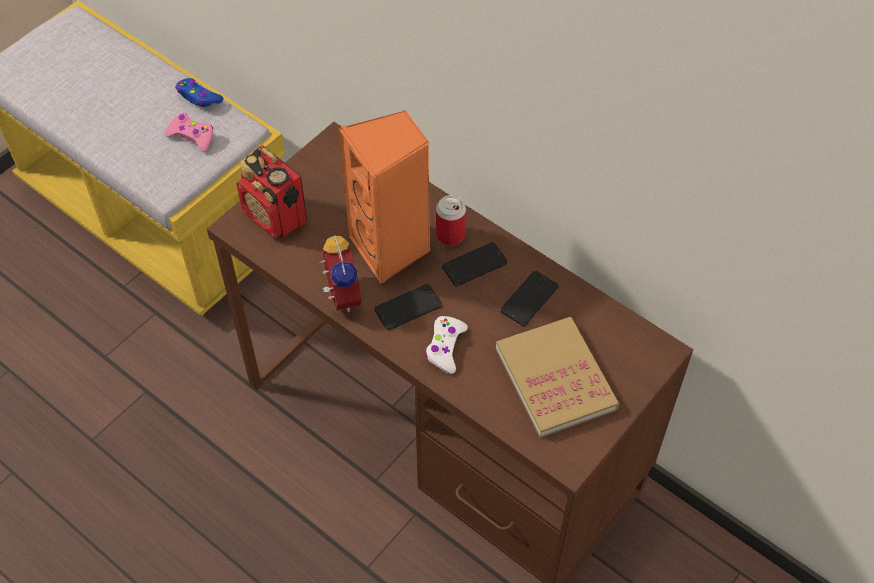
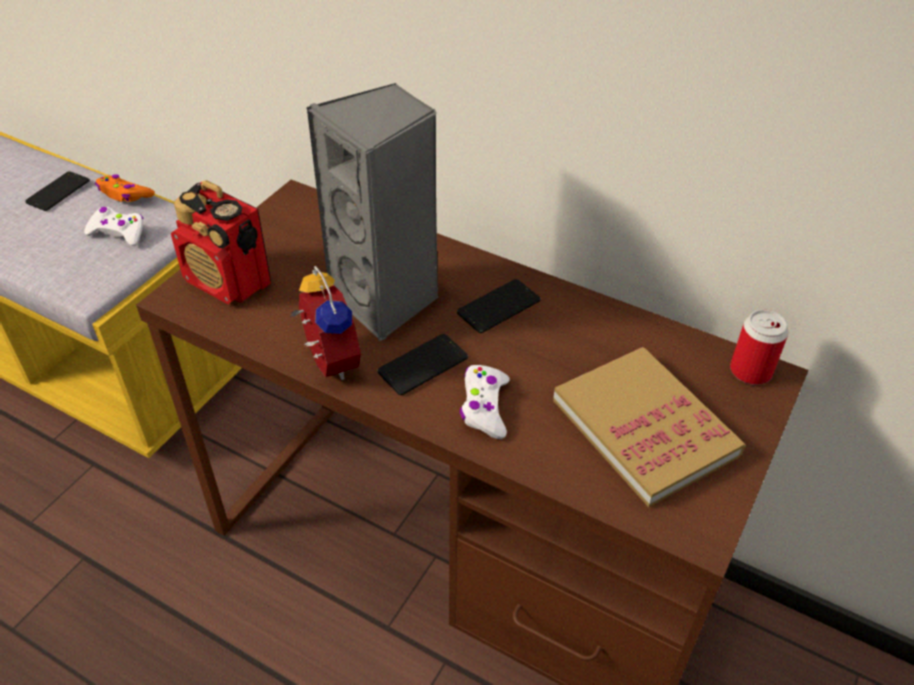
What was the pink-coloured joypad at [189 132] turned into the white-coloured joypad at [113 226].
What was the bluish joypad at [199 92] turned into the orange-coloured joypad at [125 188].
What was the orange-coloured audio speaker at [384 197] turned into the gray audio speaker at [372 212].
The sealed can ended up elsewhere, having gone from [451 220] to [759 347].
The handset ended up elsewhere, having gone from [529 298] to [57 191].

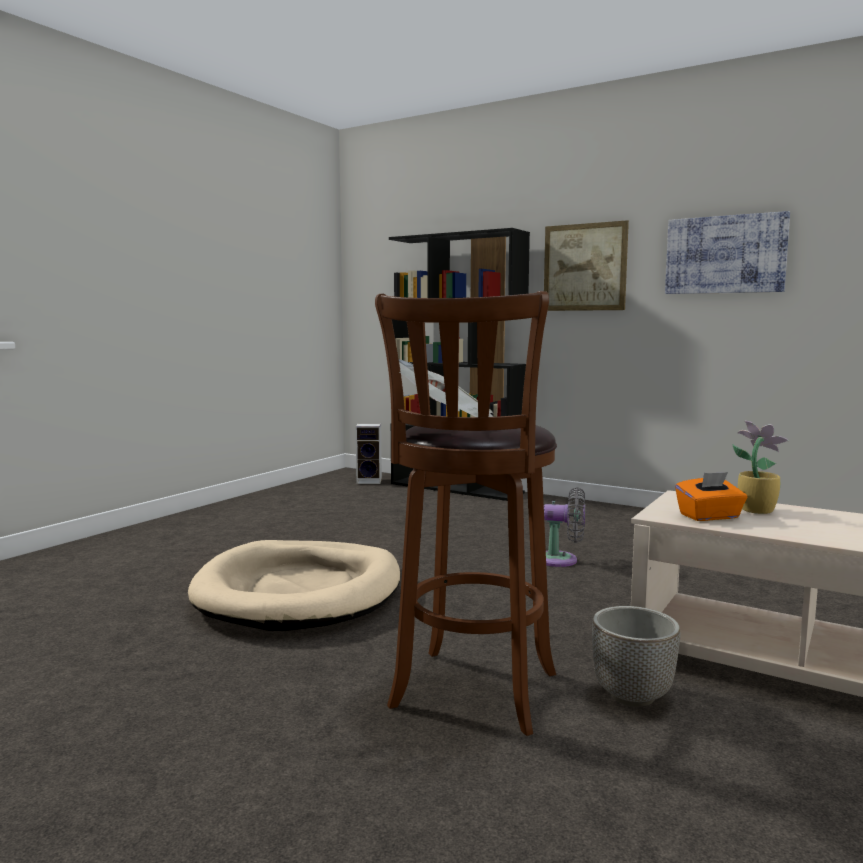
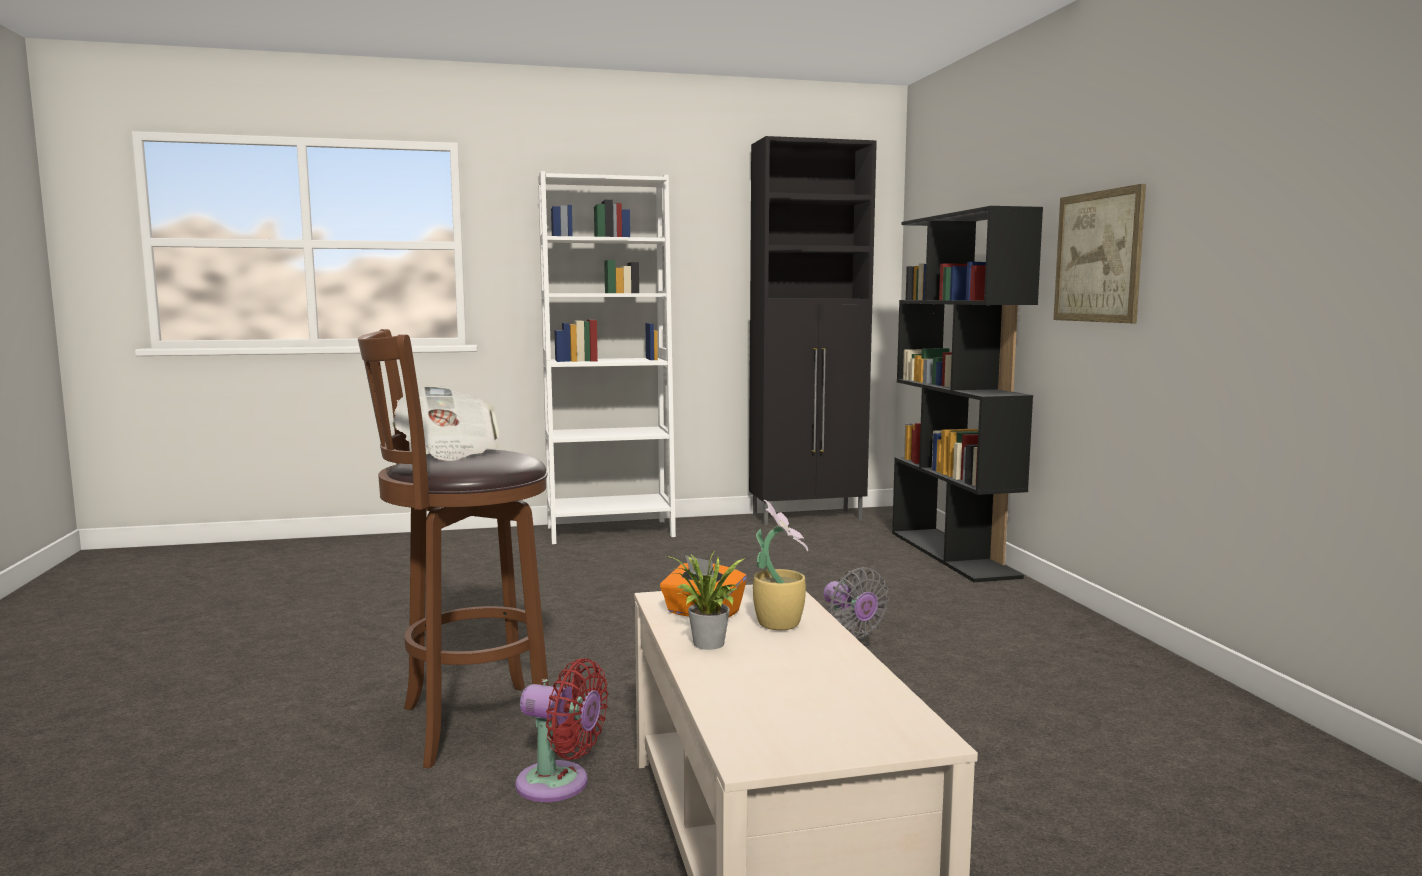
The second view lost the beige dog cushion at [294 585].
The second view lost the audio speaker at [369 453].
Where the plant pot stood at [636 656], the reddish electric fan came to stand at [561 730].
The second view lost the wall picture at [727 252].
The second view gained the white-coloured shelving unit at [607 357].
The second view gained the houseplant at [705 601].
The second view gained the blackish storage cabinet at [813 331].

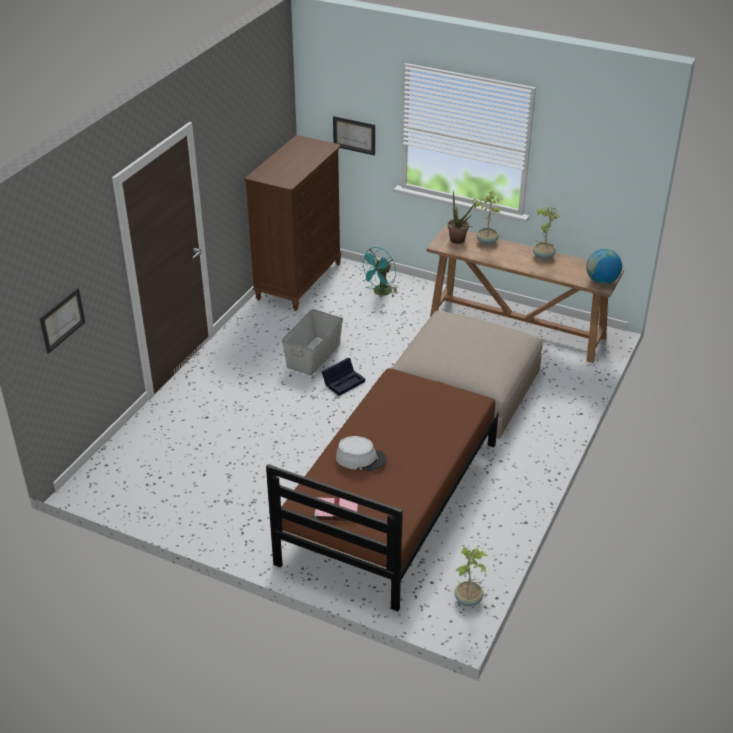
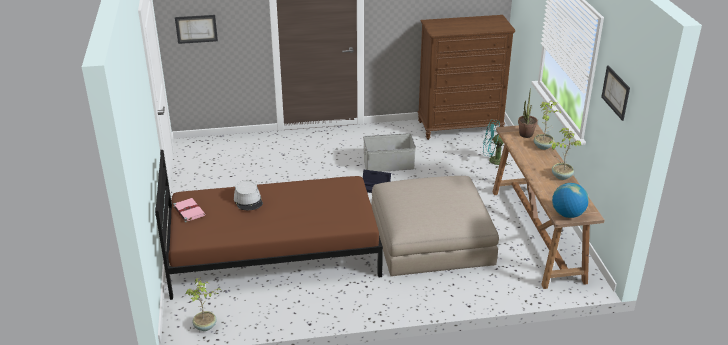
The wall picture ended up elsewhere, having gone from [354 136] to [615 93].

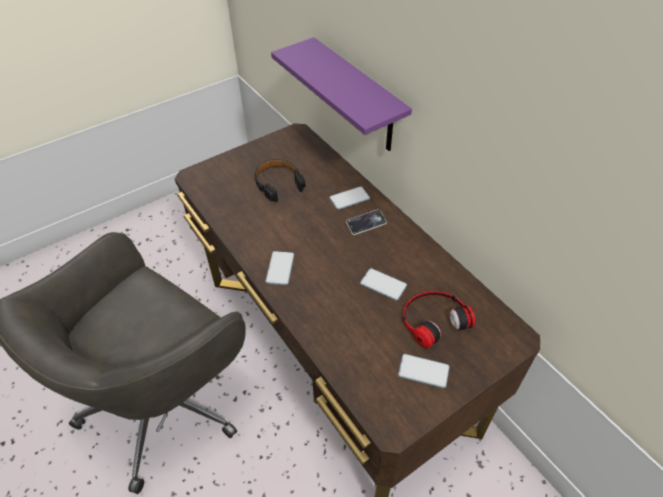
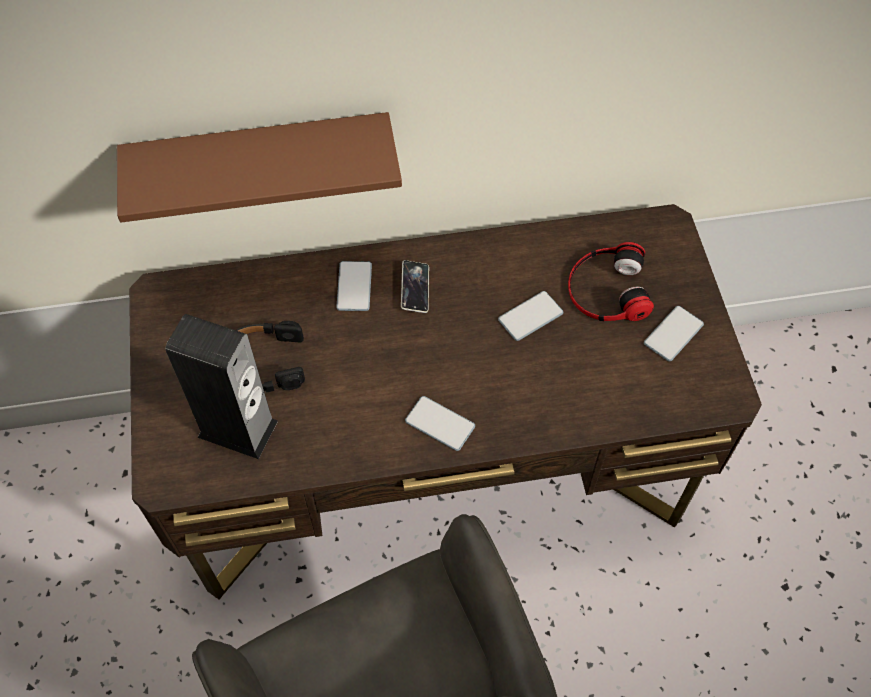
What was the purplish wall shelf at [341 94] turned into the brownish wall shelf at [259 167].
The second view gained the audio speaker at [222 386].

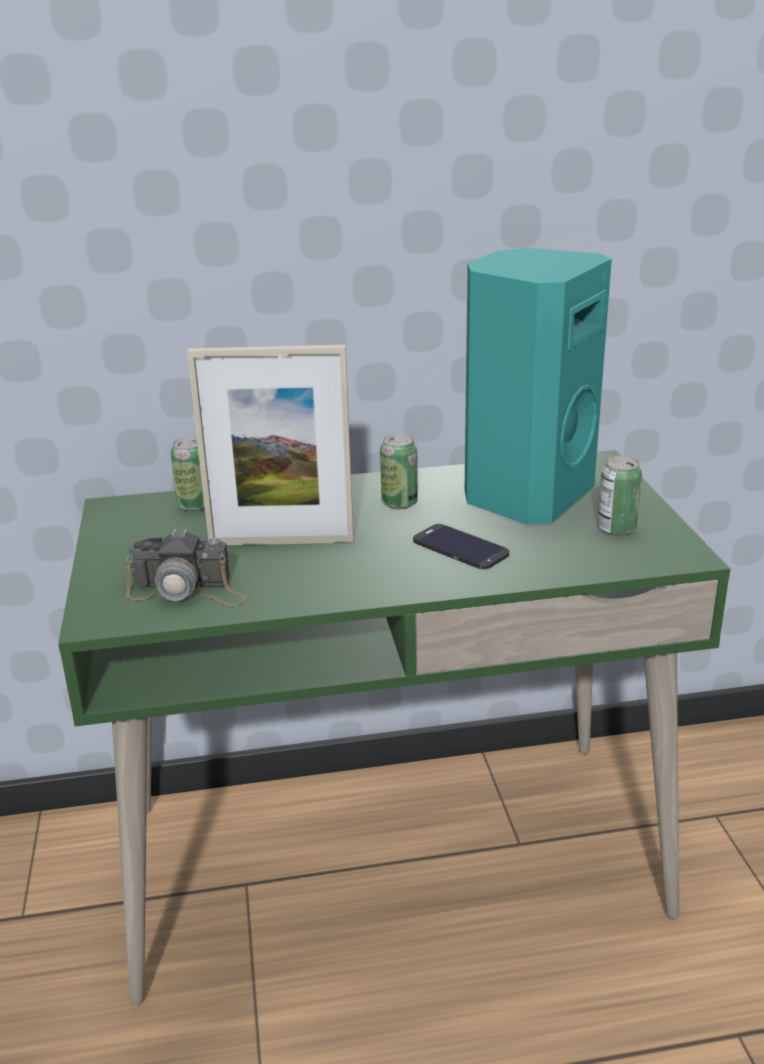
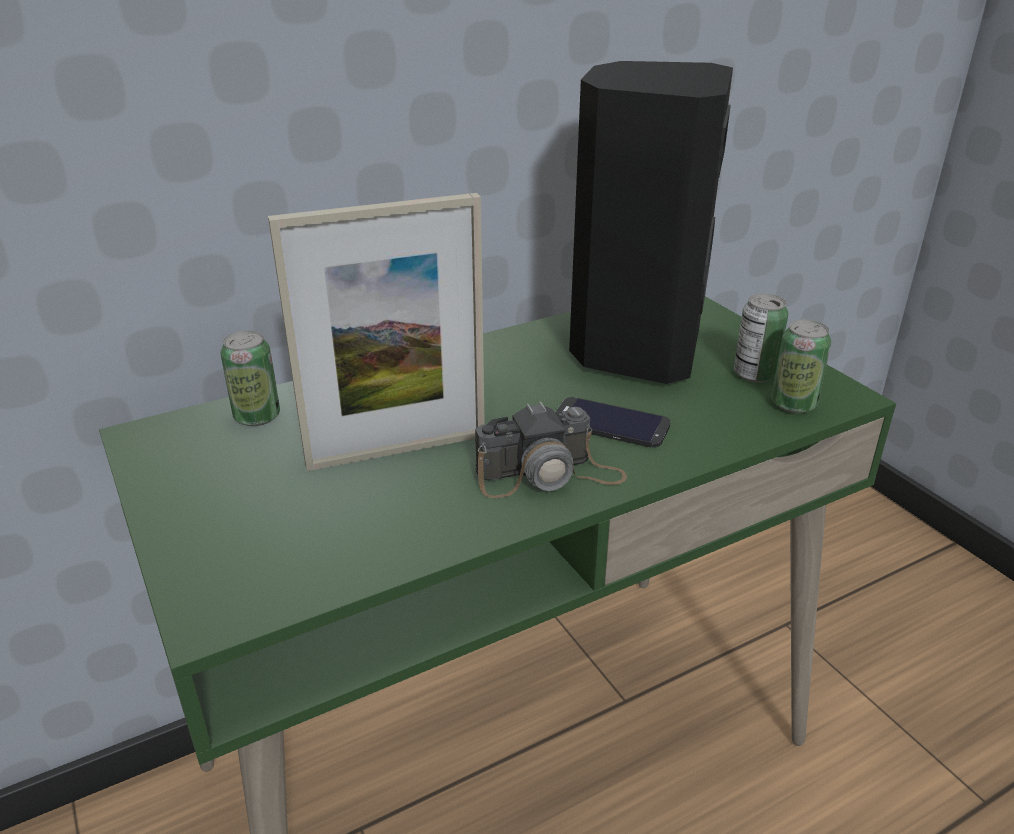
The still camera ended up elsewhere, having gone from [186 567] to [551 450].
The sealed can ended up elsewhere, having gone from [399 471] to [801 366].
What was the turquoise audio speaker at [538 386] turned into the blackish audio speaker at [651 222].

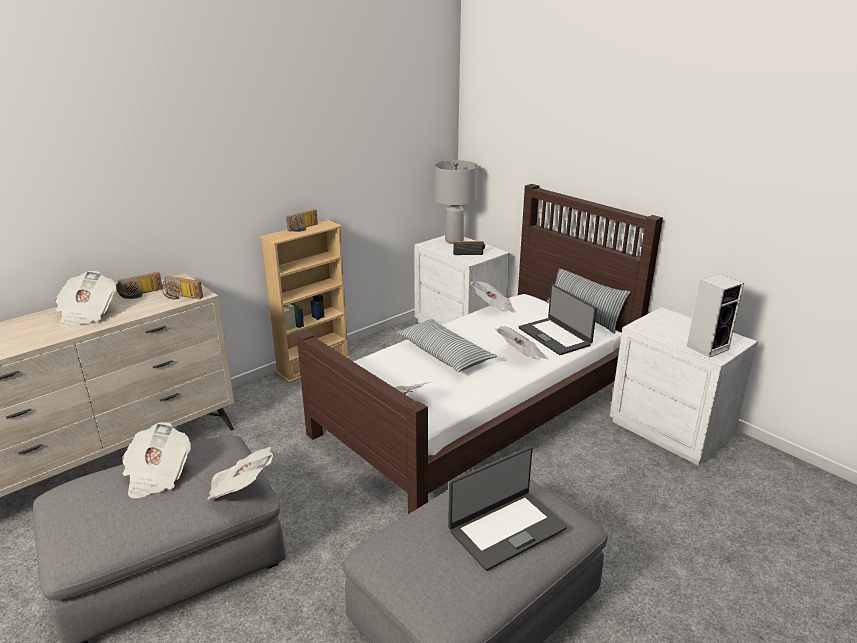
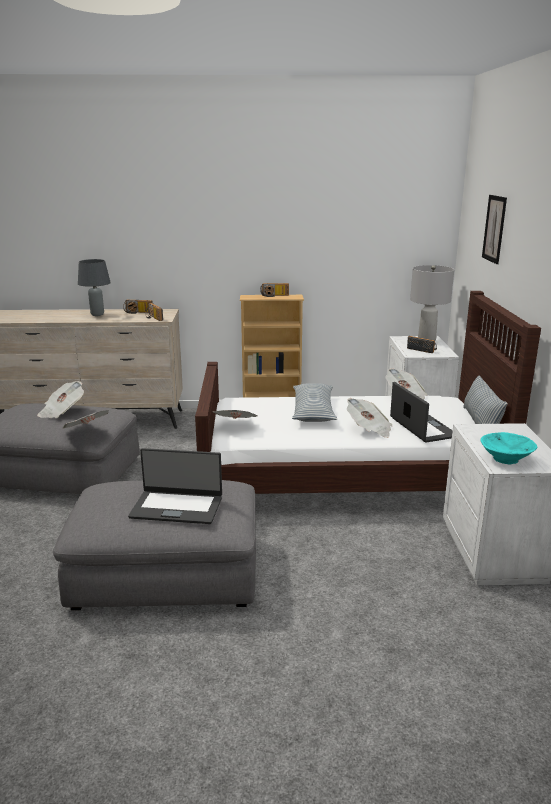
Where the printed paper stood at [85 299], the gray table lamp came to stand at [94 287].
The portable computer at [558 319] ended up facing another way, 150 degrees clockwise from before.
Where the audio speaker stood at [715 316], the turquoise serving bowl came to stand at [509 448].
The second view gained the wall picture at [494 229].

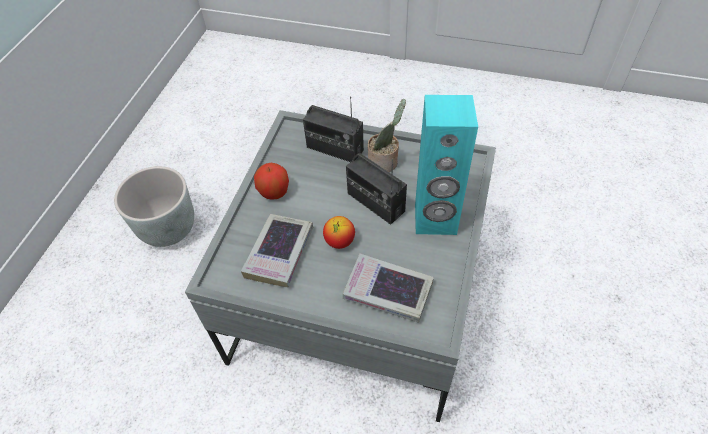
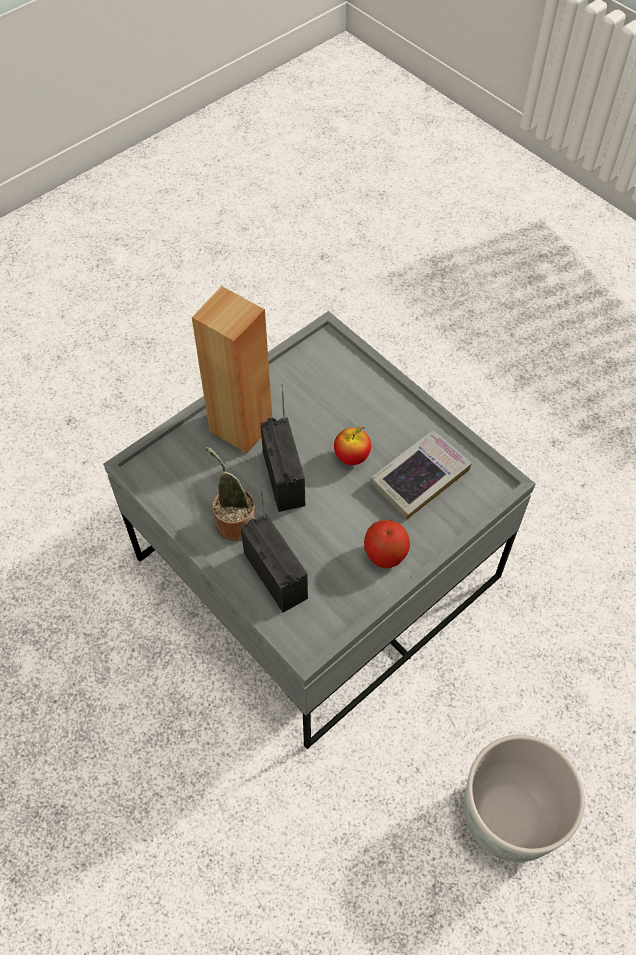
The second view lost the volume at [388 288].
What was the turquoise audio speaker at [446 165] turned into the brownish audio speaker at [232 370].

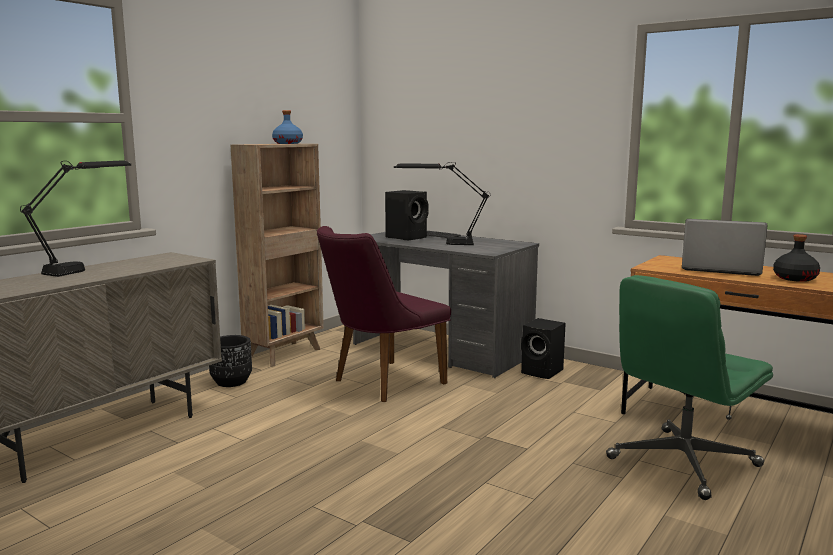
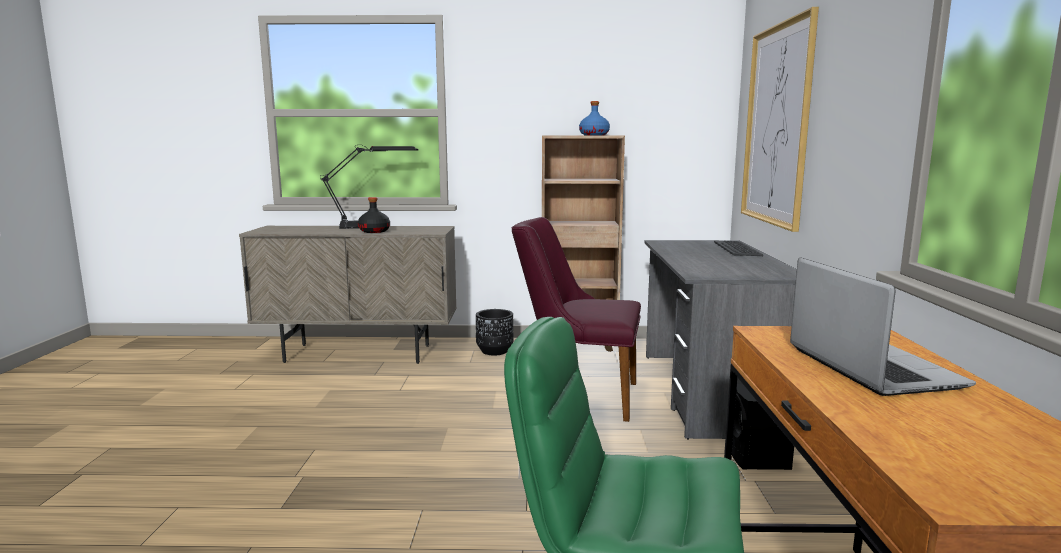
The second view lost the blackish audio speaker at [407 215].
The second view lost the blackish table lamp at [442 203].
The blackish drink bottle ended up elsewhere, having gone from [796 258] to [374 215].
The second view gained the wall picture at [780 119].

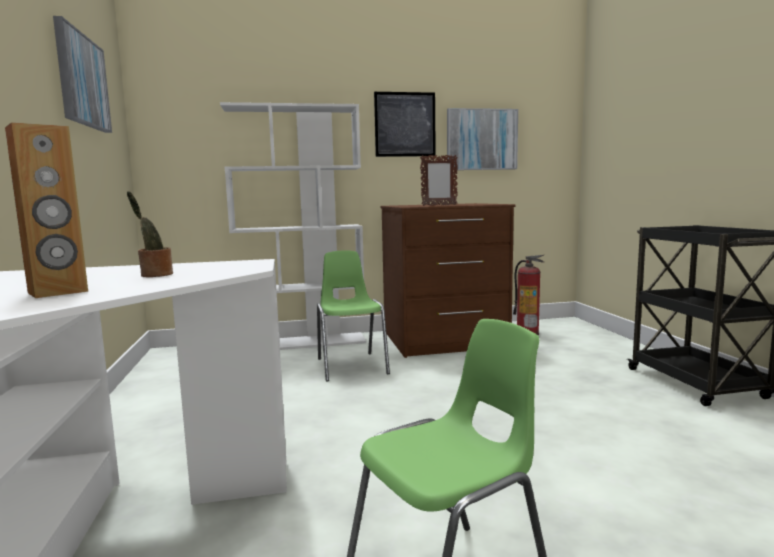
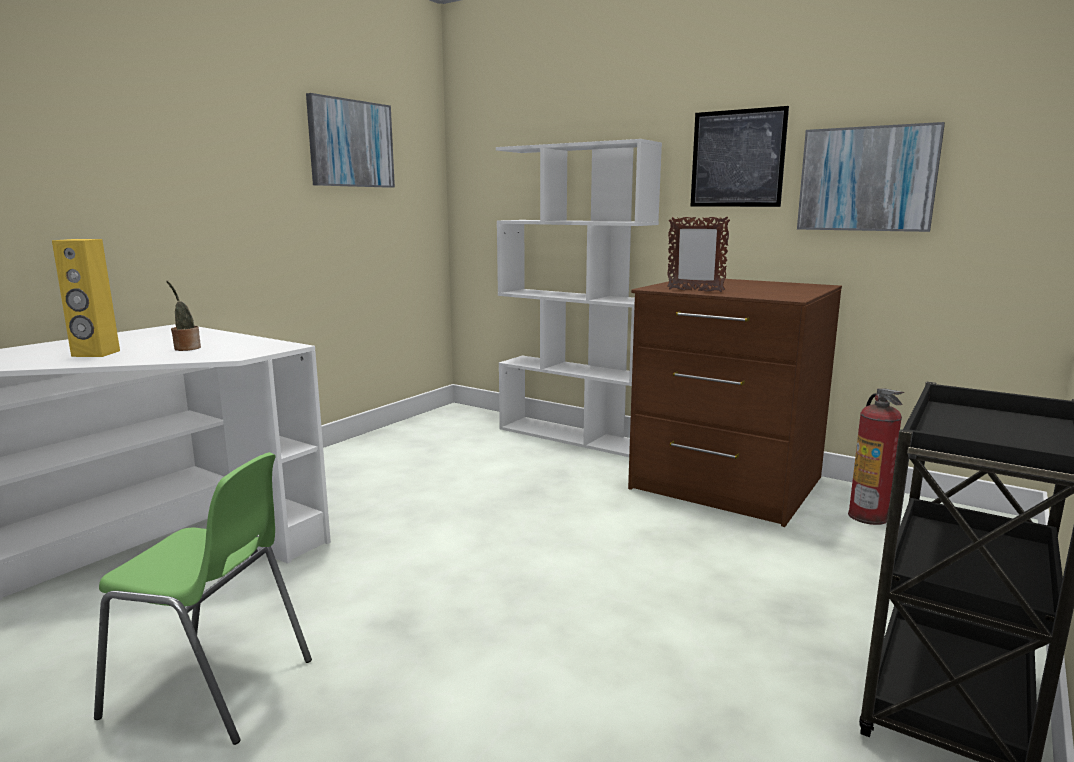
What was the brownish audio speaker at [46 210] turned into the yellowish audio speaker at [86 298].
The second view lost the green-coloured upright chair at [353 316].

